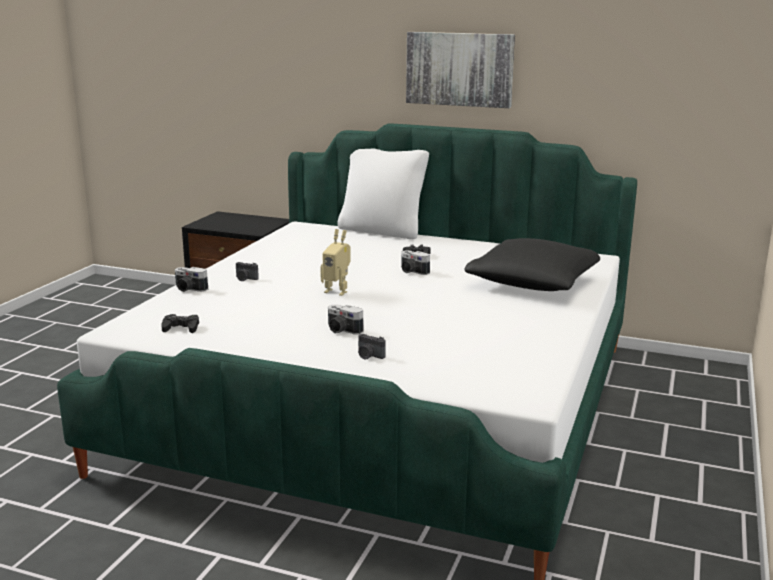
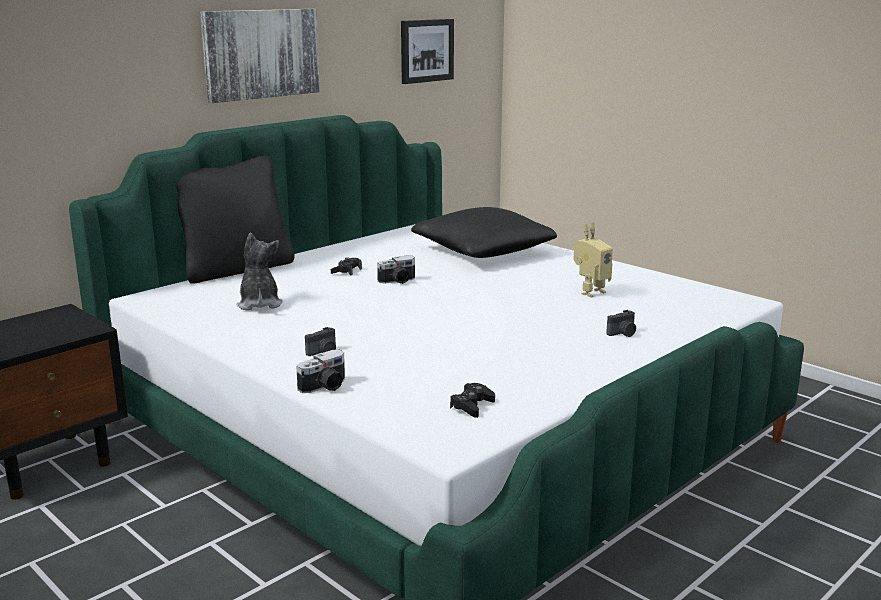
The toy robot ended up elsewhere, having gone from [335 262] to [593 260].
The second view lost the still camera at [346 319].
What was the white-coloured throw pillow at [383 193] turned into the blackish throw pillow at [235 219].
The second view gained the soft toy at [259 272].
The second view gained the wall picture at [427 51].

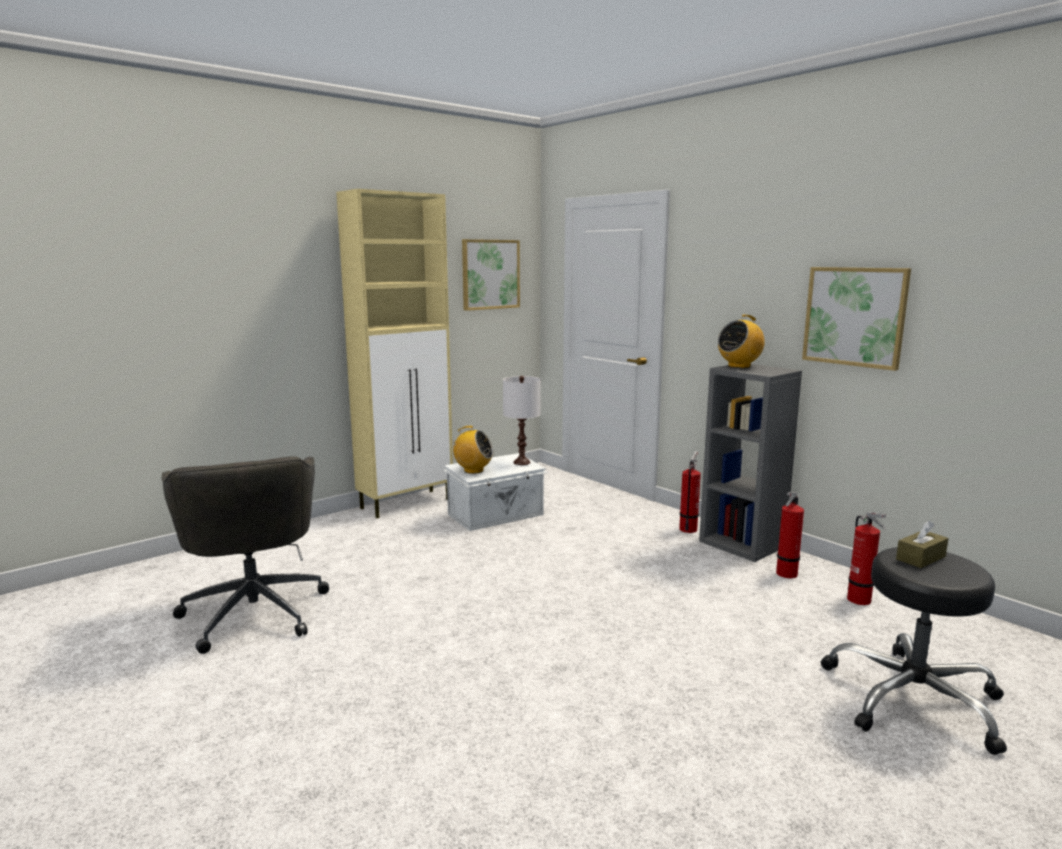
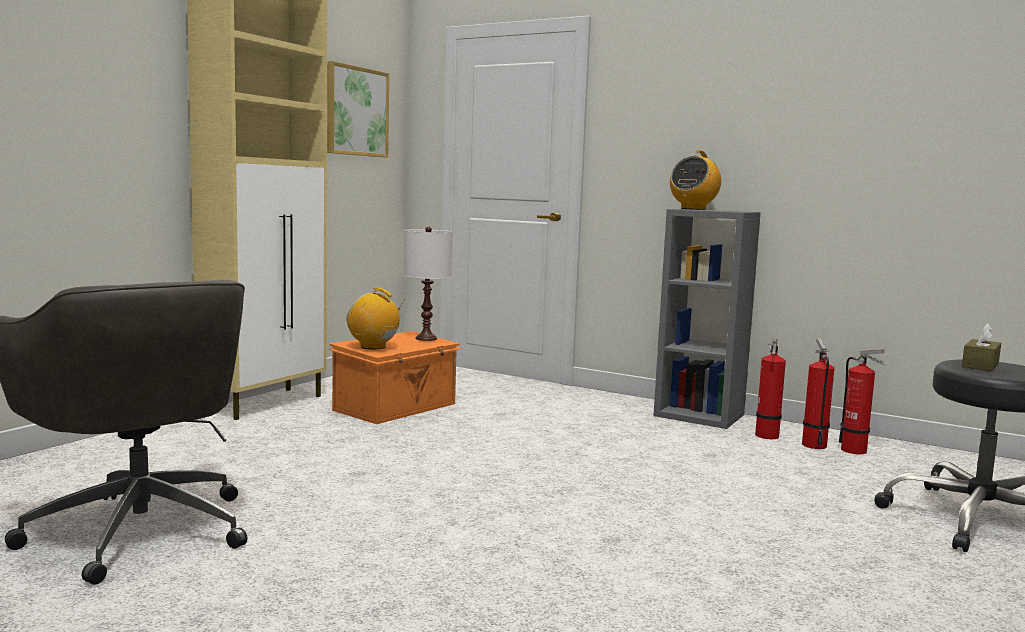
What was the white-coloured storage container at [496 492] turned into the orange-coloured storage container at [396 377].
The radio at [471 450] ended up facing another way, 150 degrees counterclockwise from before.
The fire-fighting cylinder ended up elsewhere, having gone from [690 492] to [818 393].
The second view lost the wall picture at [856 319].

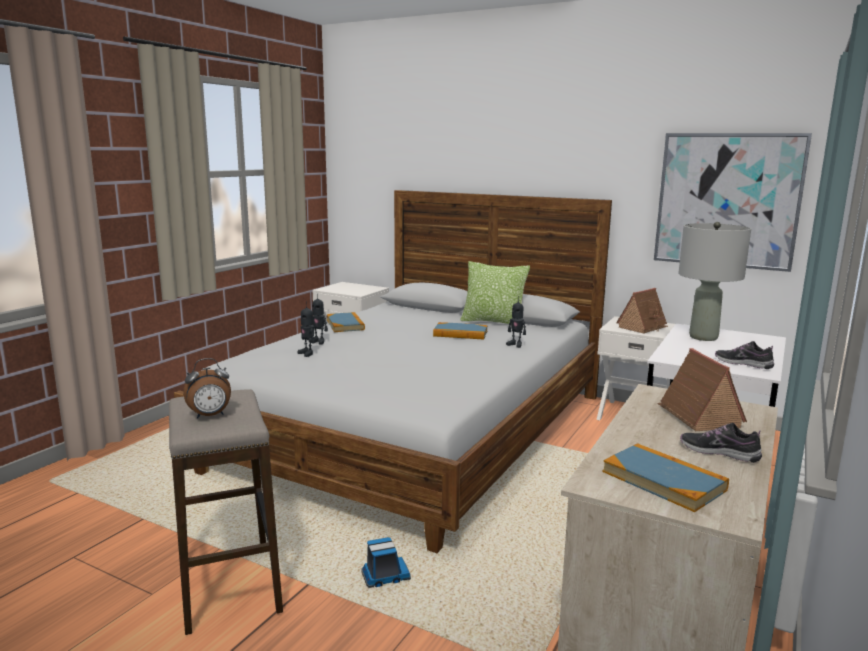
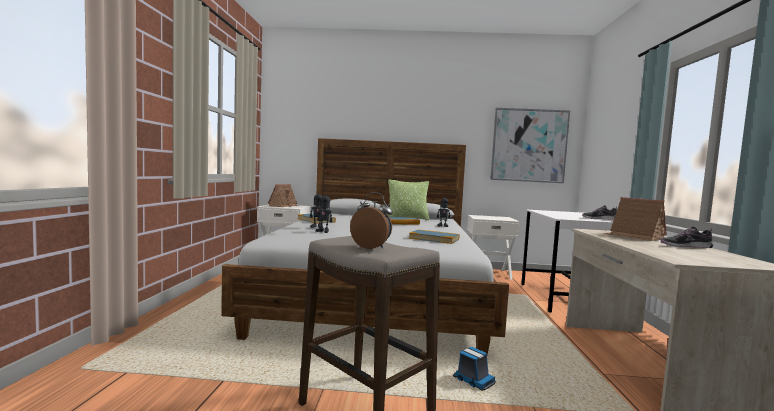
The bedside clock at [207 388] ended up facing another way, 105 degrees counterclockwise from before.
The toy truck at [386 562] ended up facing another way, 90 degrees clockwise from before.
The volume ended up elsewhere, having gone from [666 477] to [434 236].
The toy house ended up elsewhere, having gone from [642 310] to [283 195].
The second view lost the gray table lamp at [714 281].

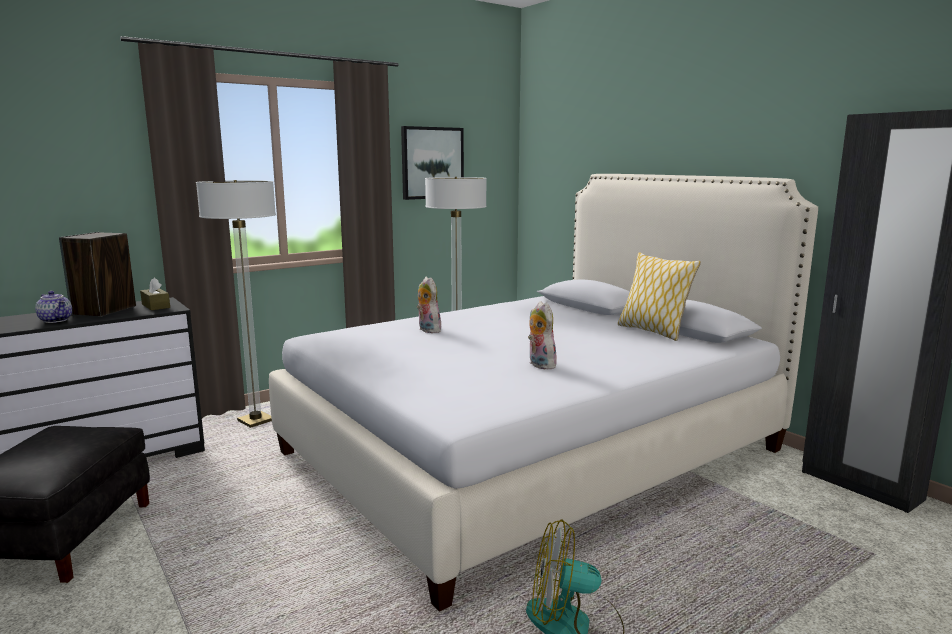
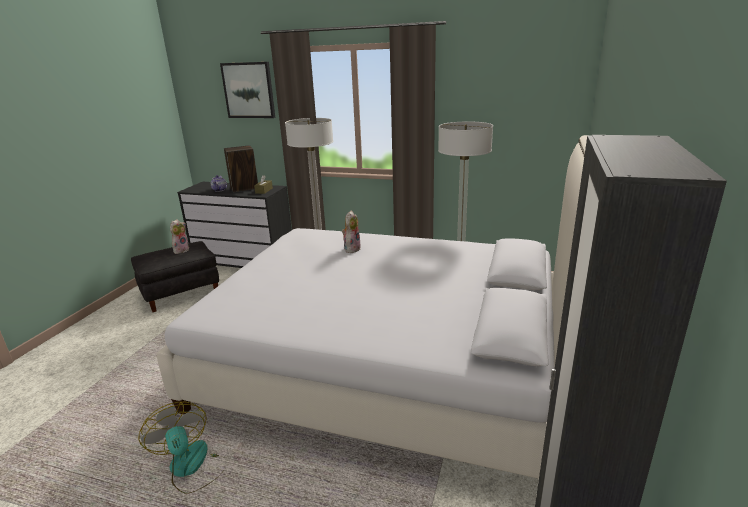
The wall picture ended up elsewhere, having gone from [432 163] to [247 90].
The soft toy ended up elsewhere, having gone from [543 335] to [179 236].
The second view lost the throw pillow at [659 296].

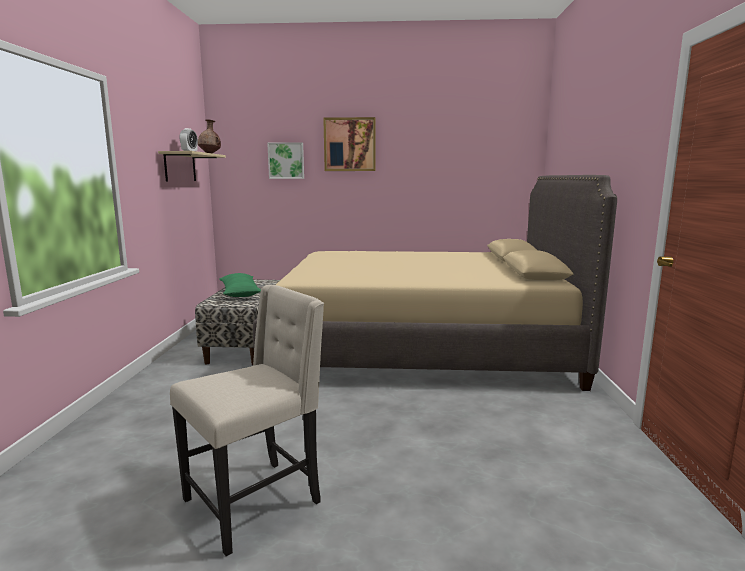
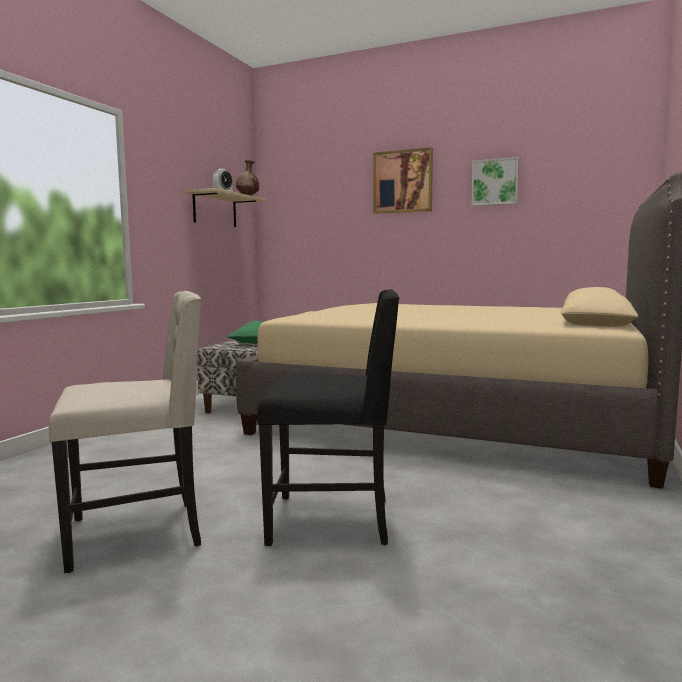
The wall picture ended up elsewhere, having gone from [285 160] to [495 181].
The second view gained the blackish upright chair at [328 417].

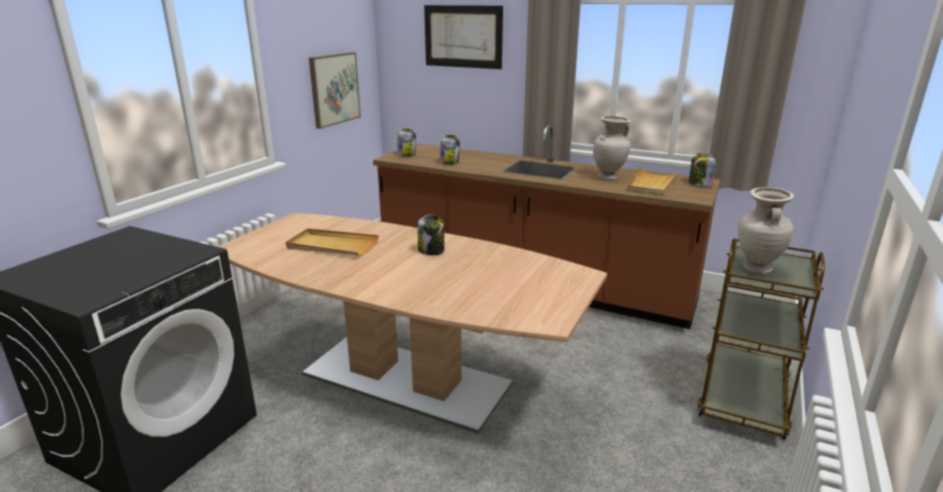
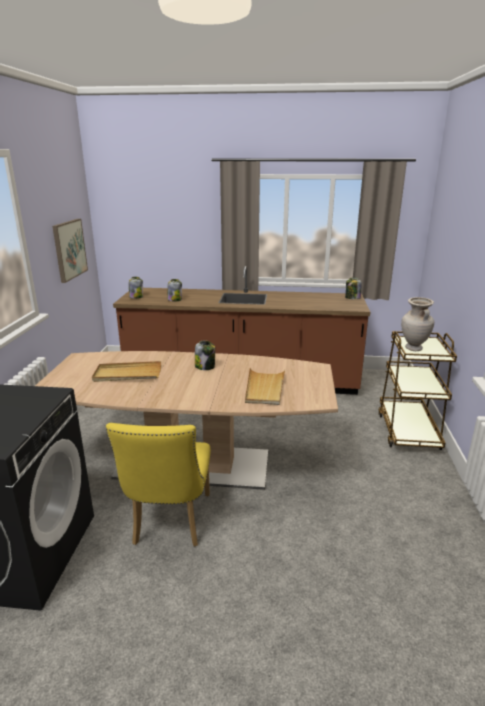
The second view lost the wall picture at [463 37].
The second view lost the beige decorative vase at [612 148].
The beige carrying tray ended up elsewhere, having gone from [653 181] to [265 386].
The second view gained the yellowish upright chair at [158 485].

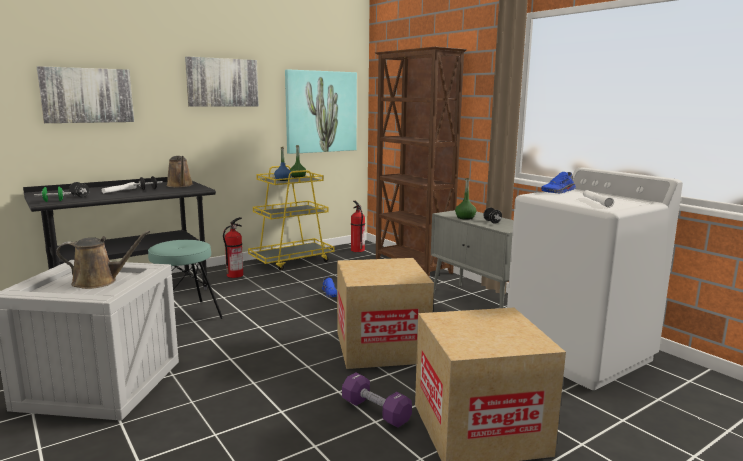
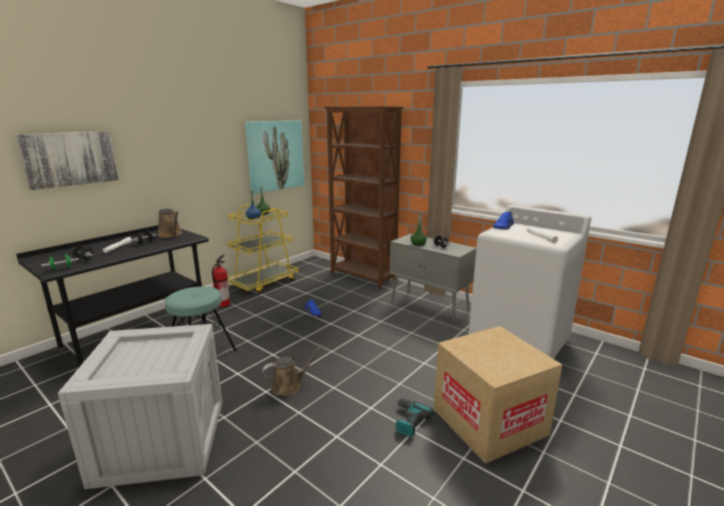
The brownish watering can ended up elsewhere, having gone from [103 260] to [293 370].
The second view lost the wall picture at [222 82].
The second view lost the packing box at [385 313].
Where the purplish dumbbell stood at [377 400], the drill came to stand at [415 418].
The second view lost the fire-fighting cylinder at [358 226].

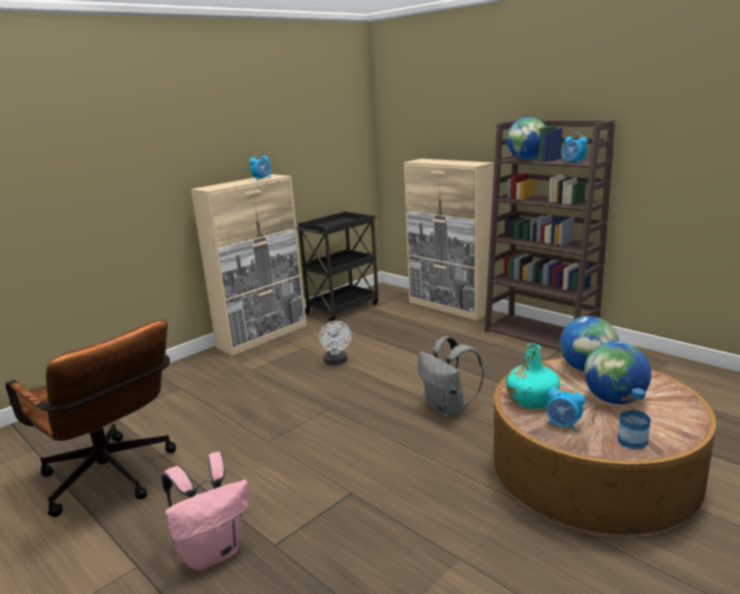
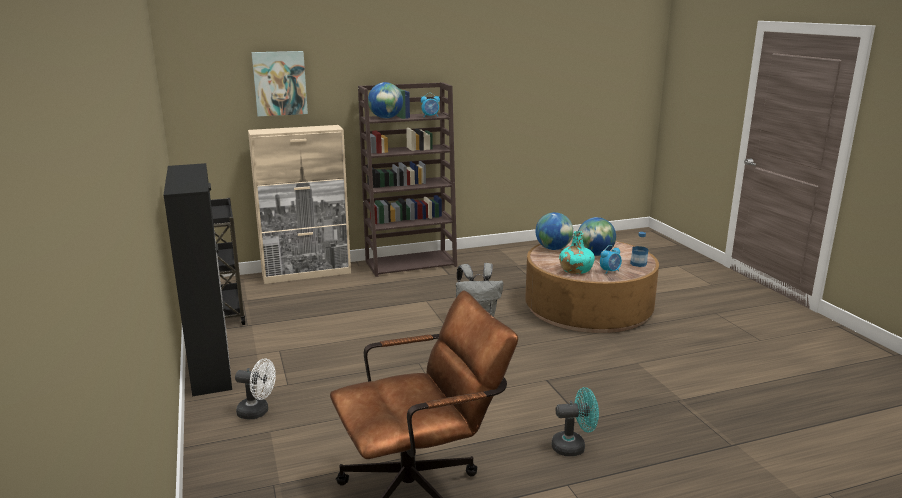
Where the pink-coloured rucksack stood at [205 511], the turquoise electric fan came to stand at [575 421].
What was the beige storage cabinet at [249 265] turned into the blackish storage cabinet at [198 279].
The second view lost the bedside clock at [260 167].
The white-coloured electric fan ended up elsewhere, having gone from [335 343] to [255 388].
The second view gained the wall picture at [279 84].

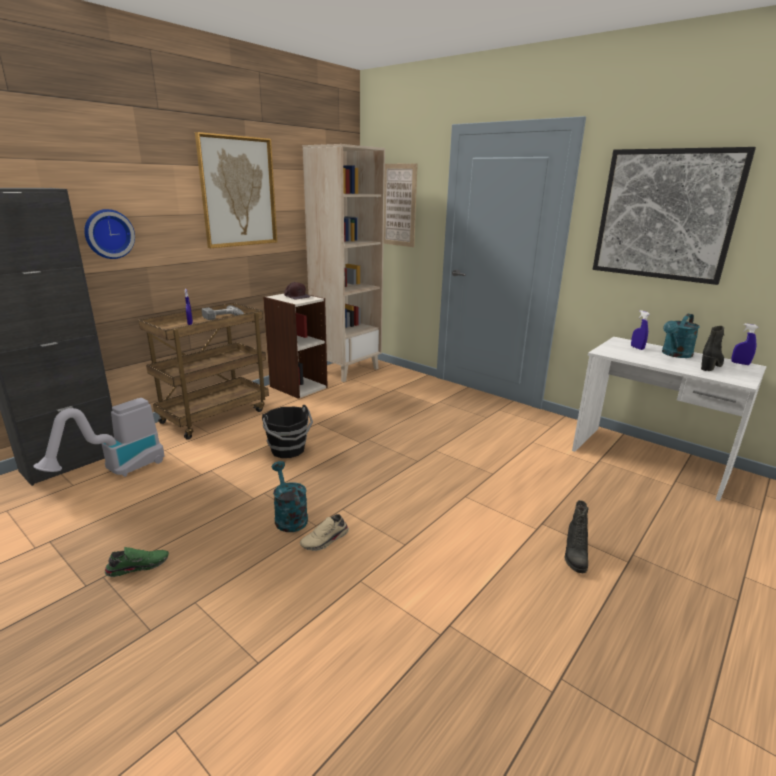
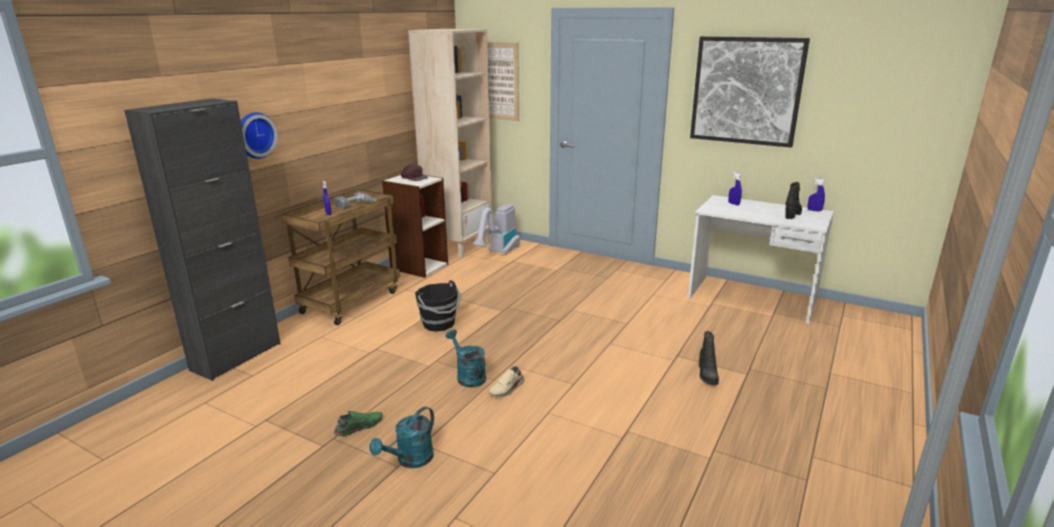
The hoover ended up elsewhere, having gone from [99 437] to [496 229].
The second view lost the wall picture at [236 190].
The turquoise watering can ended up elsewhere, having gone from [681 336] to [401 437].

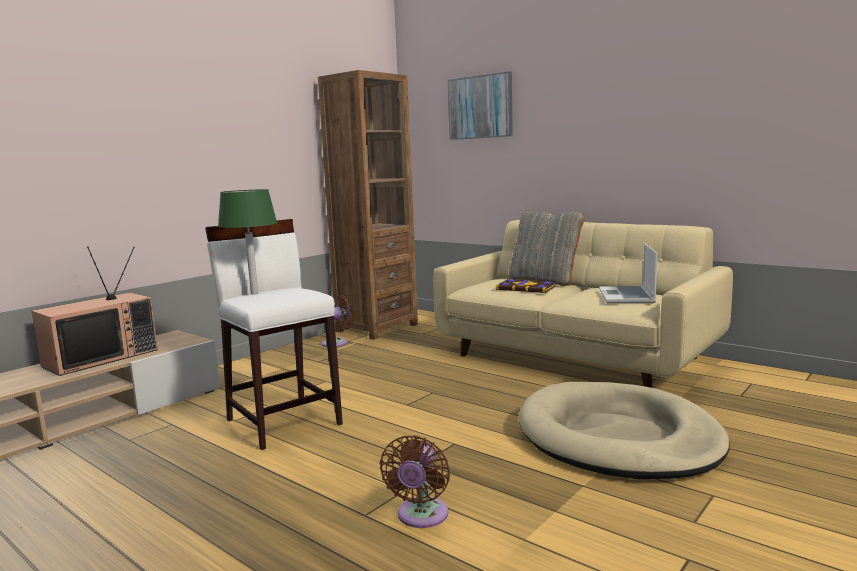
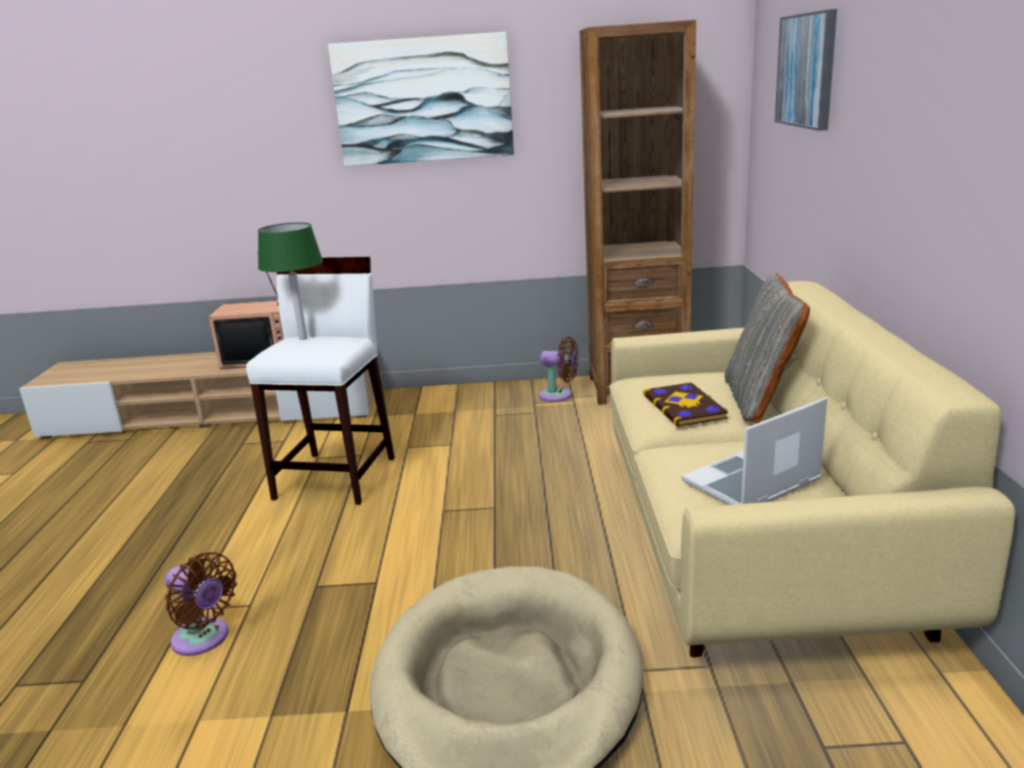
The brownish electric fan at [415 481] ended up facing another way, 120 degrees counterclockwise from before.
The second view gained the wall picture at [421 99].

